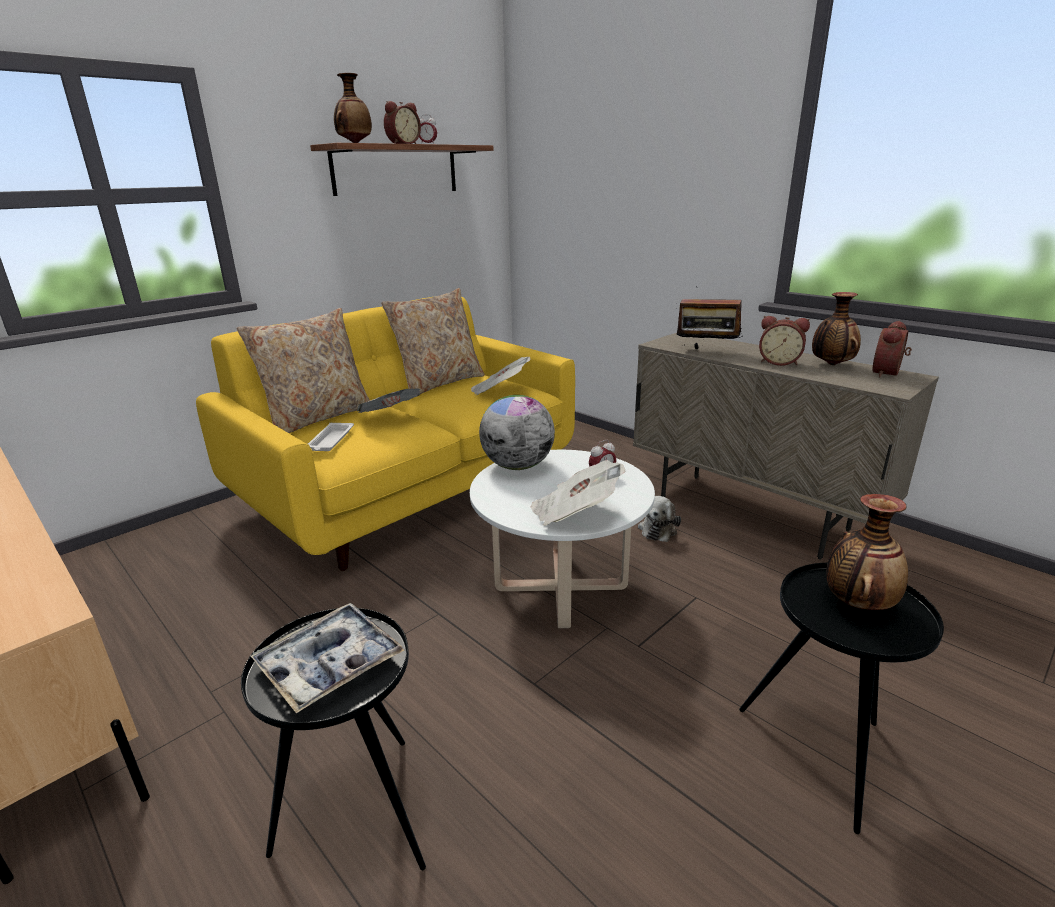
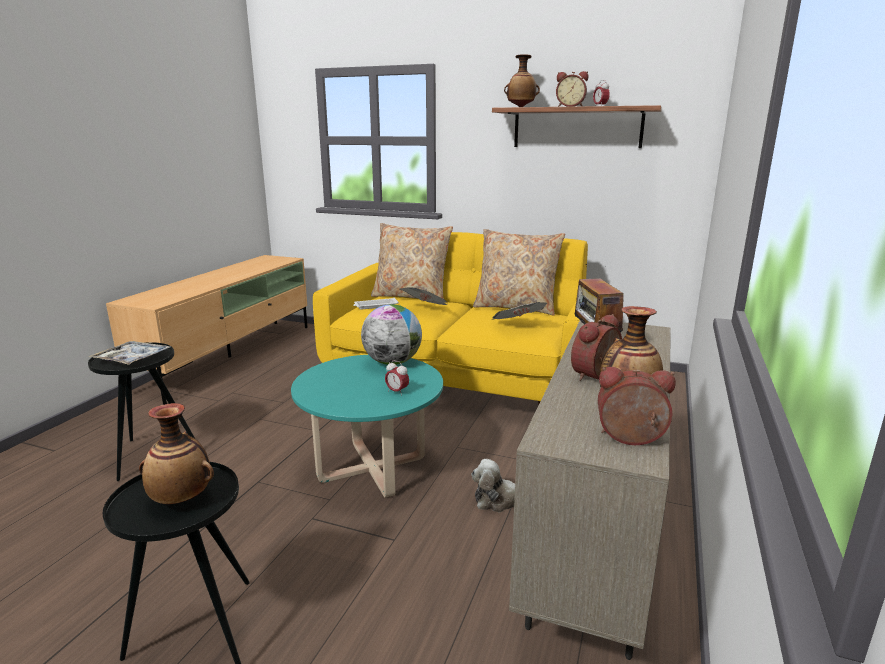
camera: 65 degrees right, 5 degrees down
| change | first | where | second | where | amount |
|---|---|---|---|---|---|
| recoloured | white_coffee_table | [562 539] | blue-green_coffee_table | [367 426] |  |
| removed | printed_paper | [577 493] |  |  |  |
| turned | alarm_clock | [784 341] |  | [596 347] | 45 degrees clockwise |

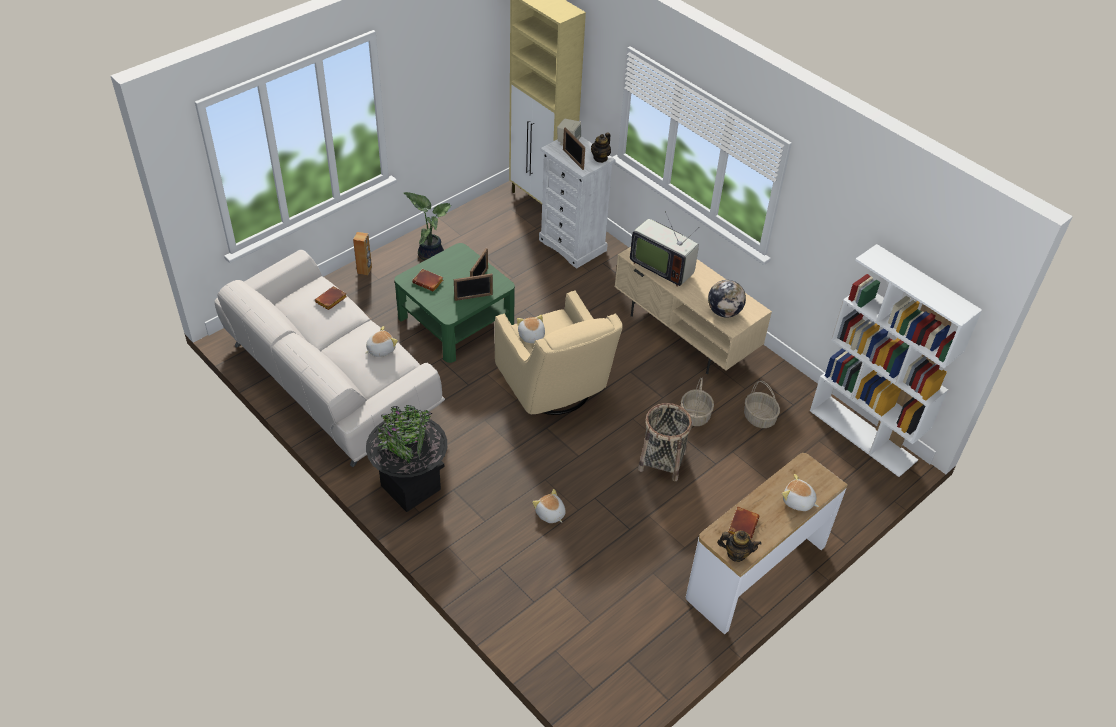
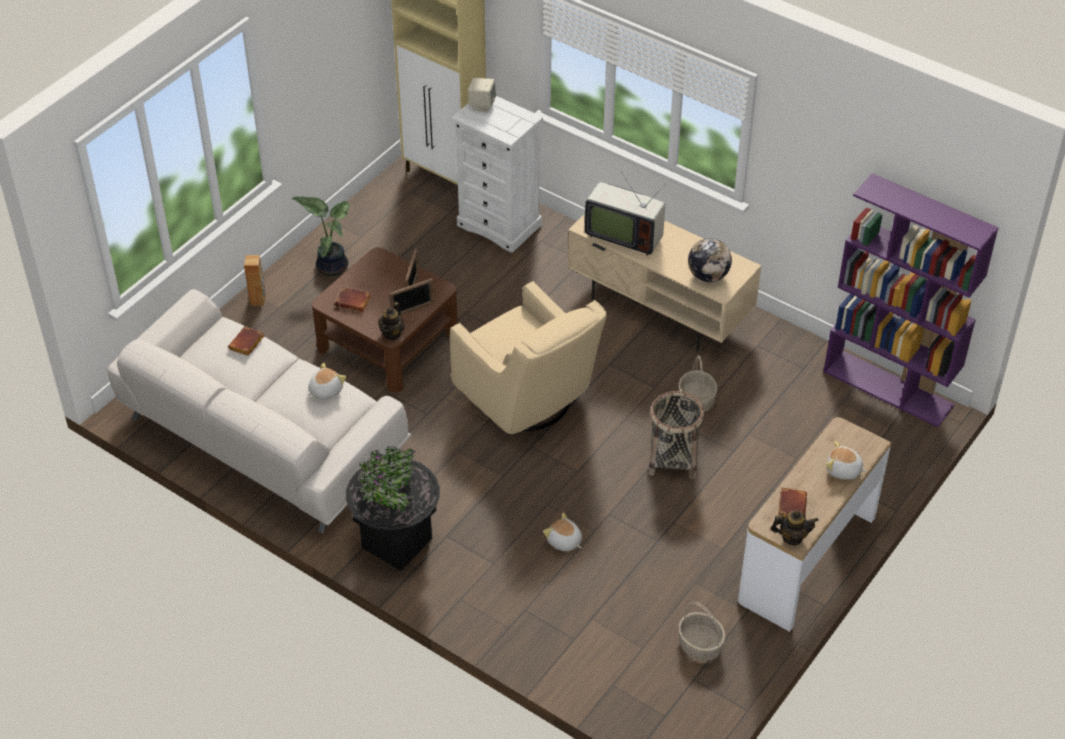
camera: 10 degrees left, 0 degrees up
| change | first | where | second | where | amount |
|---|---|---|---|---|---|
| recoloured | green_coffee_table | [454 303] | brown-coloured_coffee_table | [385 320] |  |
| removed | plush_toy | [531 329] |  |  |  |
| removed | photo_frame | [574 148] |  |  |  |
| moved | tea_pot | [601 147] |  | [391 321] |  |
| moved | basket | [762 404] |  | [702 631] |  |
| recoloured | white_bookshelf | [896 360] | purple_bookshelf | [911 300] |  |

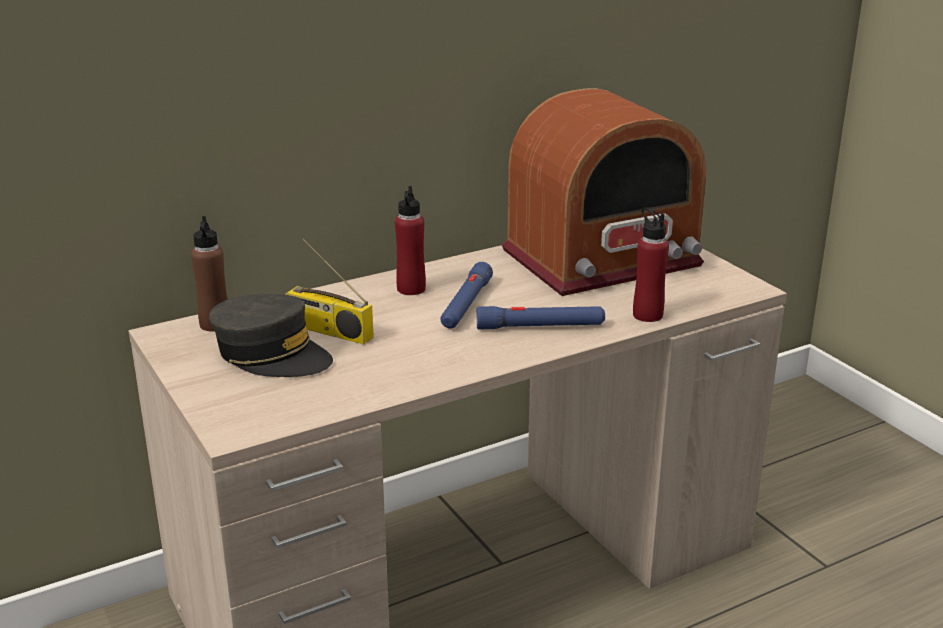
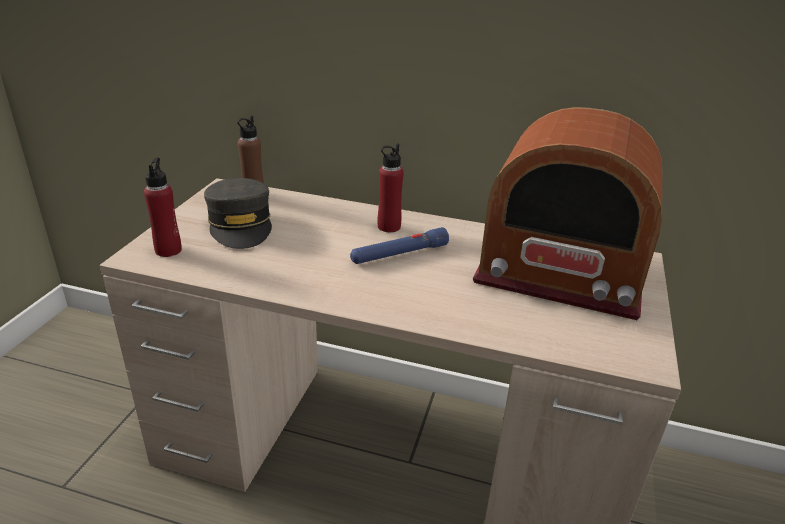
camera: 45 degrees right, 5 degrees up
| change | first | where | second | where | amount |
|---|---|---|---|---|---|
| removed | radio | [329 292] |  |  |  |
| removed | blue_hand_torch | [540 317] |  |  |  |
| moved | red_beverage_bottle | [651 264] |  | [163 207] |  |

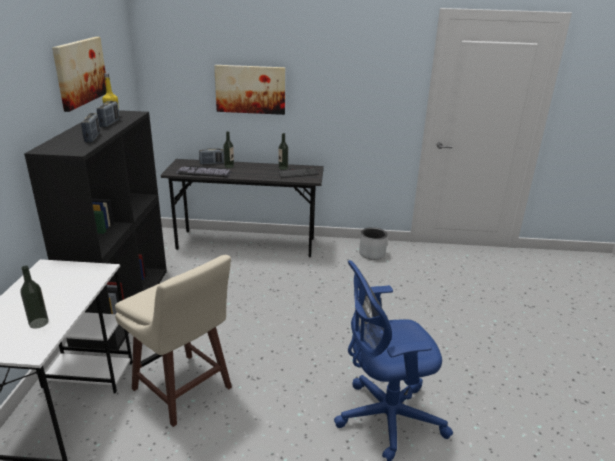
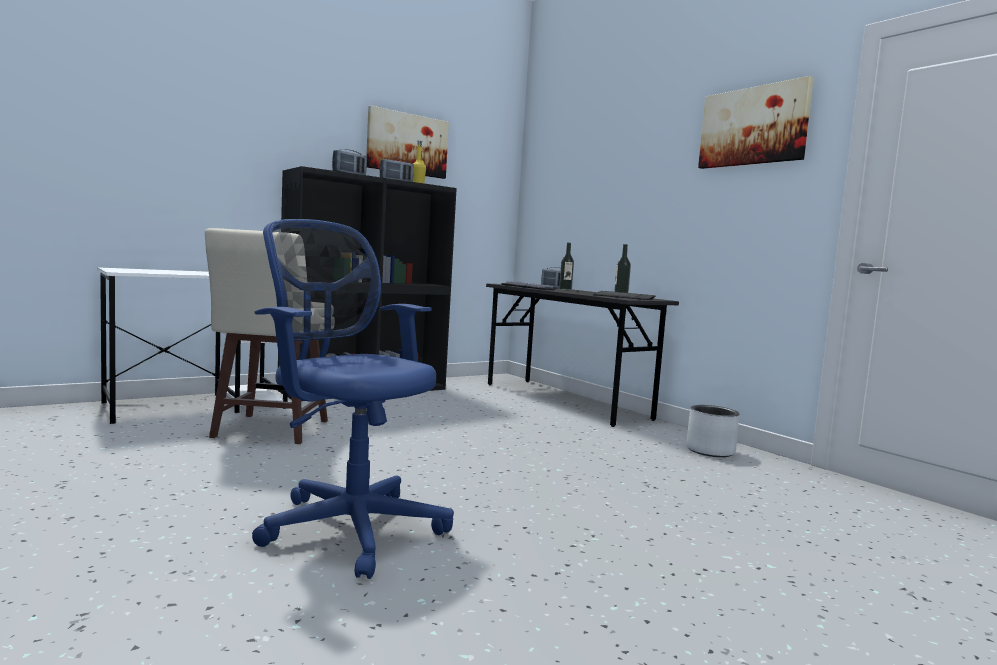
camera: 50 degrees right, 20 degrees down
| change | first | where | second | where | amount |
|---|---|---|---|---|---|
| removed | beverage_bottle | [34 297] |  |  |  |
| moved | wall_picture | [249 90] |  | [756 122] |  |

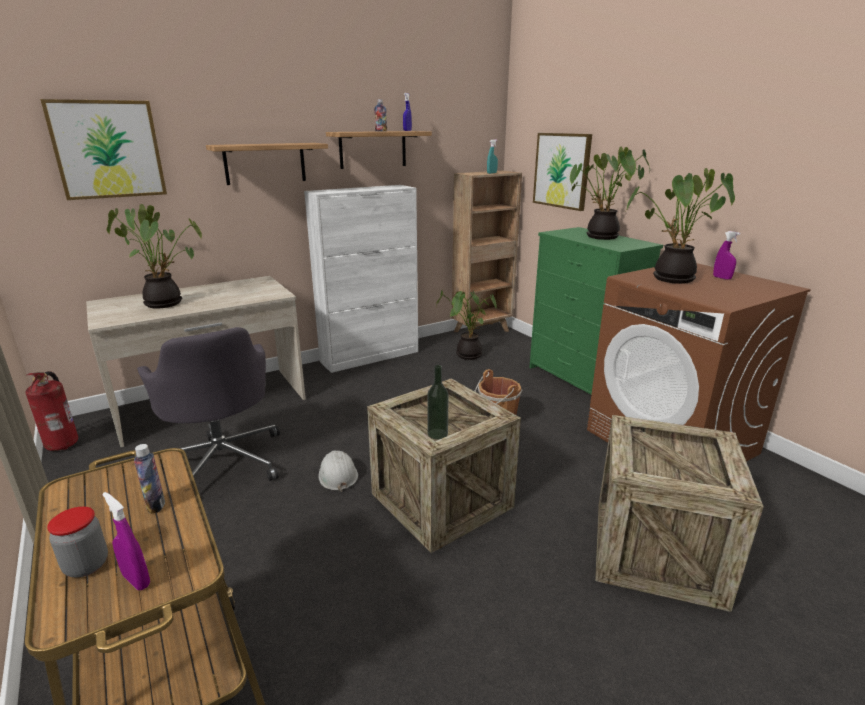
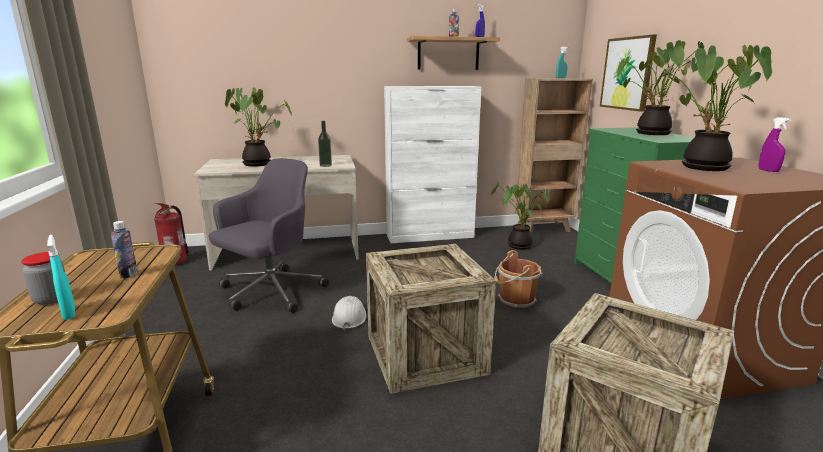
camera: 20 degrees right, 5 degrees down
| change | first | where | second | where | amount |
|---|---|---|---|---|---|
| removed | wall_picture | [103 149] |  |  |  |
| recoloured | purple_spray_bottle | [126 541] | blue-green_spray_bottle | [61 277] |  |
| turned | grey_computer_chair | [208 404] |  | [269 235] | 135 degrees counterclockwise |
| removed | wall_shelf | [267 164] |  |  |  |
| moved | beverage_bottle | [438 402] |  | [325 144] |  |

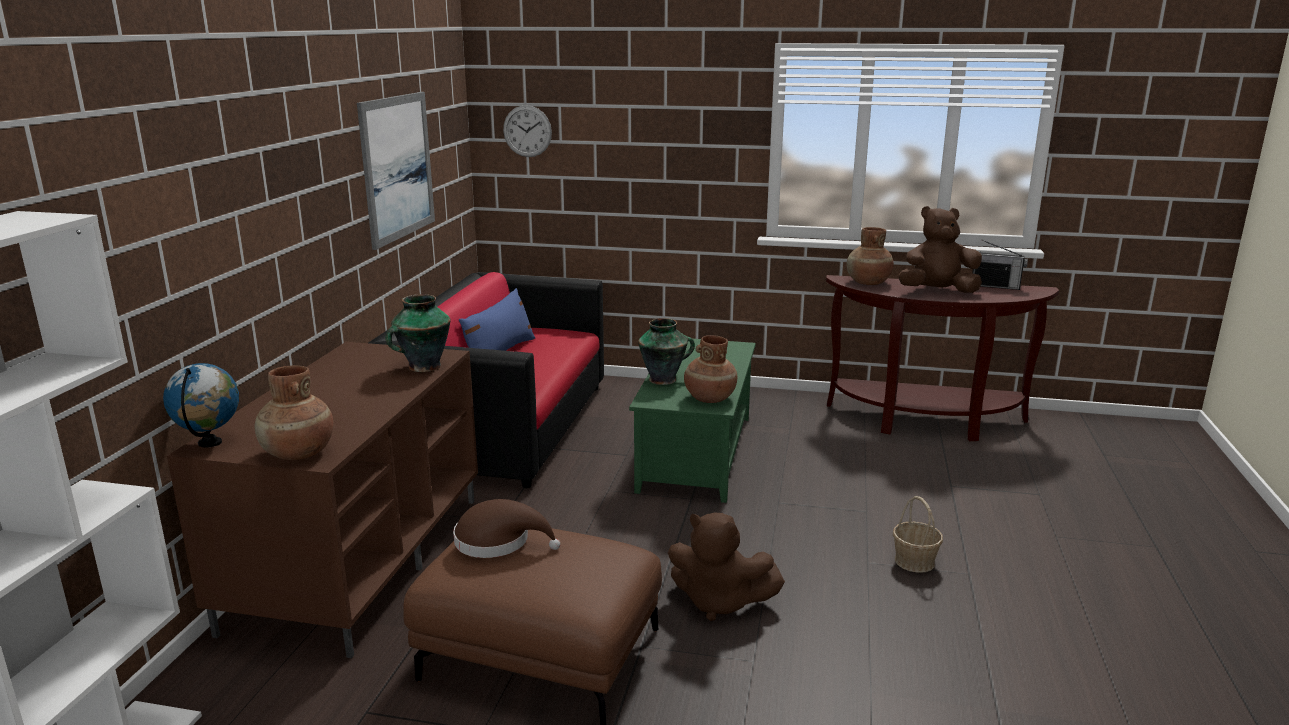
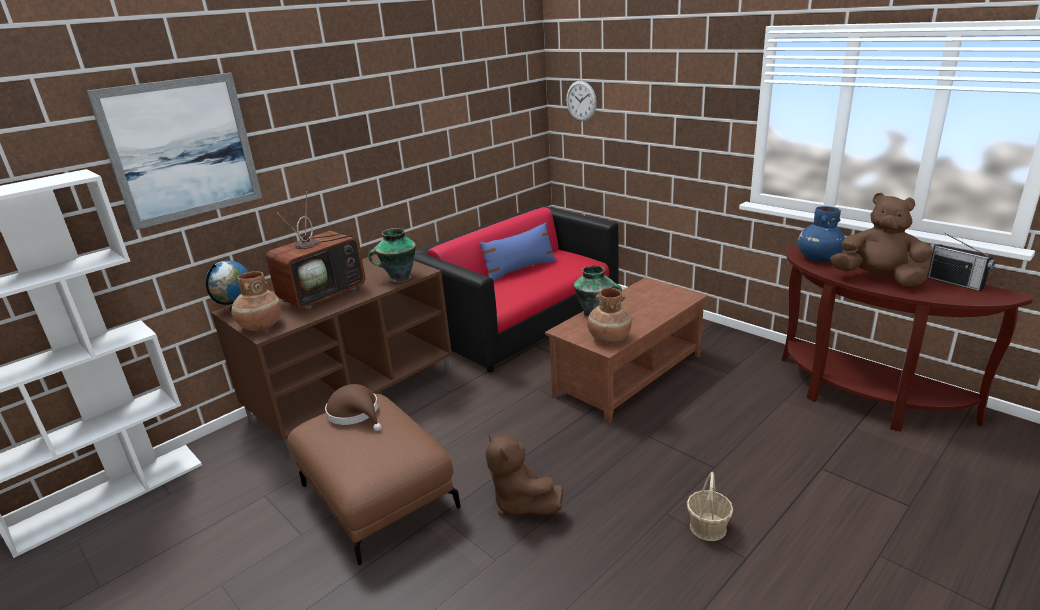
camera: 35 degrees right, 5 degrees up
| change | first | where | second | where | amount |
|---|---|---|---|---|---|
| moved | wall_picture | [396 171] |  | [174 151] |  |
| recoloured | green_coffee_table | [692 421] | brown-coloured_coffee_table | [626 350] |  |
| recoloured | brown-coloured_vase | [870 256] | blue_vase | [821 234] |  |
| added |  |  | television | [315 250] |  |

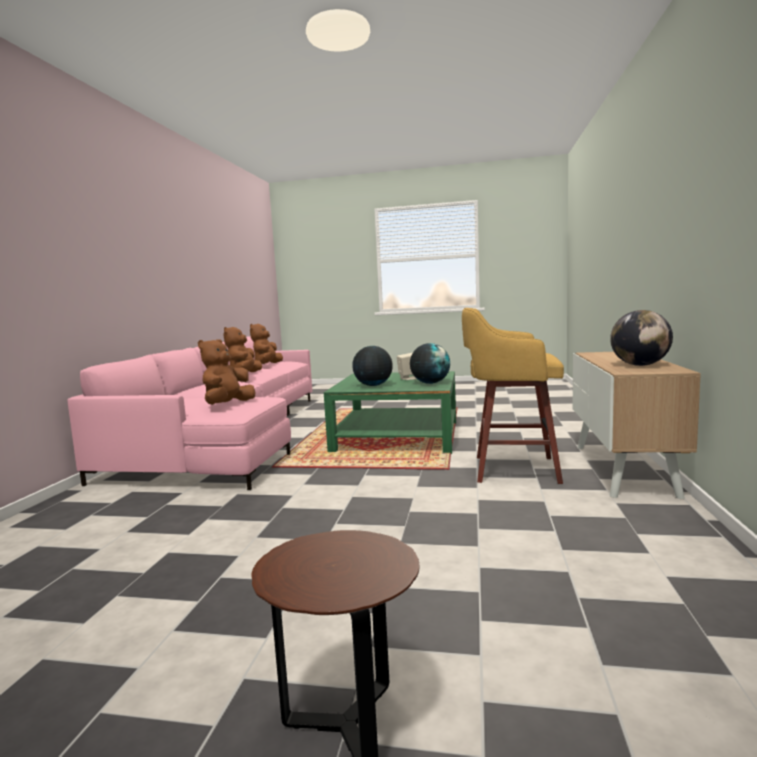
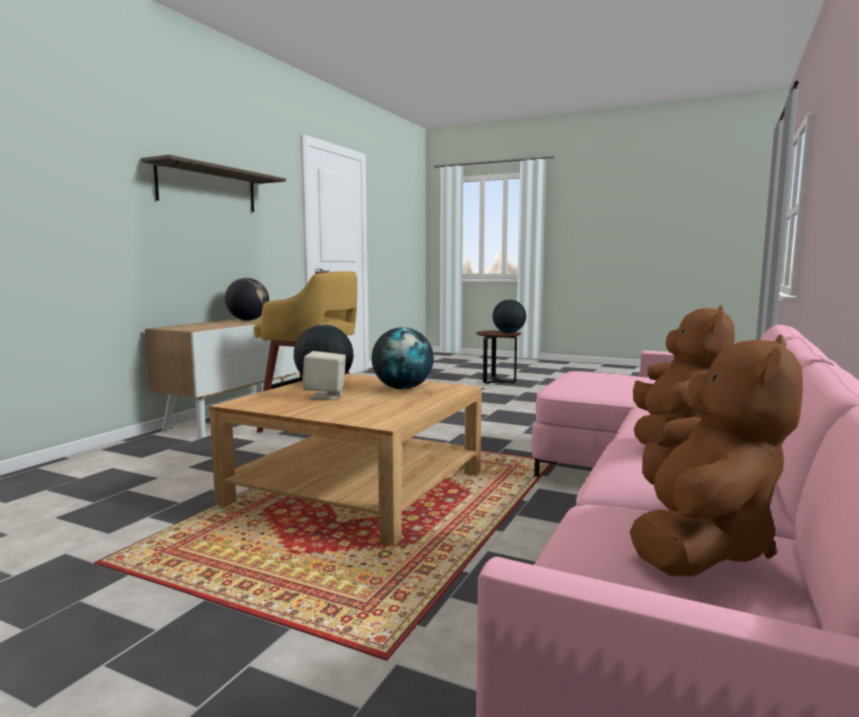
camera: 165 degrees left, 0 degrees up
| change | first | where | second | where | amount |
|---|---|---|---|---|---|
| removed | brown-coloured_plush_toy | [226 372] |  |  |  |
| recoloured | green_coffee_table | [390 412] | beige-coloured_coffee_table | [345 460] |  |
| added |  |  | wall_shelf | [213 183] |  |
| added |  |  | globe | [509 316] |  |

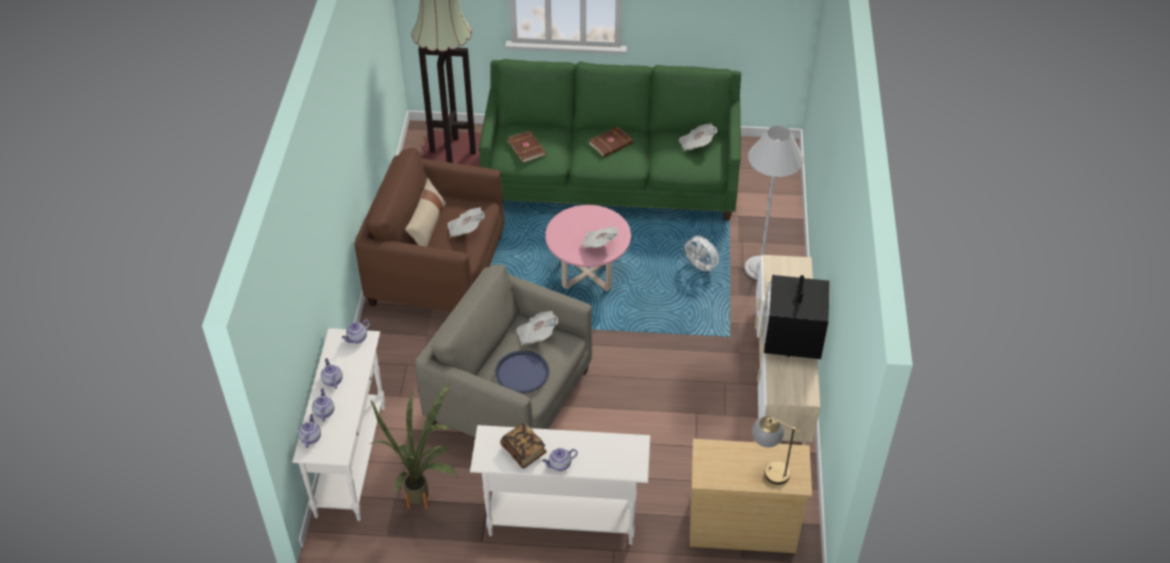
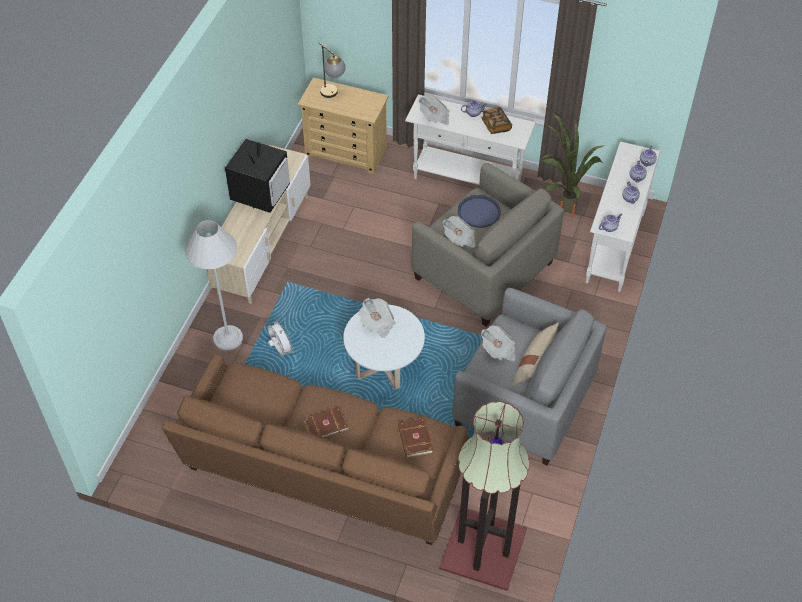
camera: 165 degrees left, 5 degrees up
| change | first | where | second | where | amount |
|---|---|---|---|---|---|
| recoloured | brown-coloured_armchair | [429 229] | grey_armchair | [529 377] |  |
| recoloured | green_sofa | [610 139] | brown-coloured_sofa | [315 449] |  |
| recoloured | pinkish_coffee_table | [588 248] | white_coffee_table | [384 347] |  |
| moved | printed_paper | [698 137] |  | [434 110] |  |

